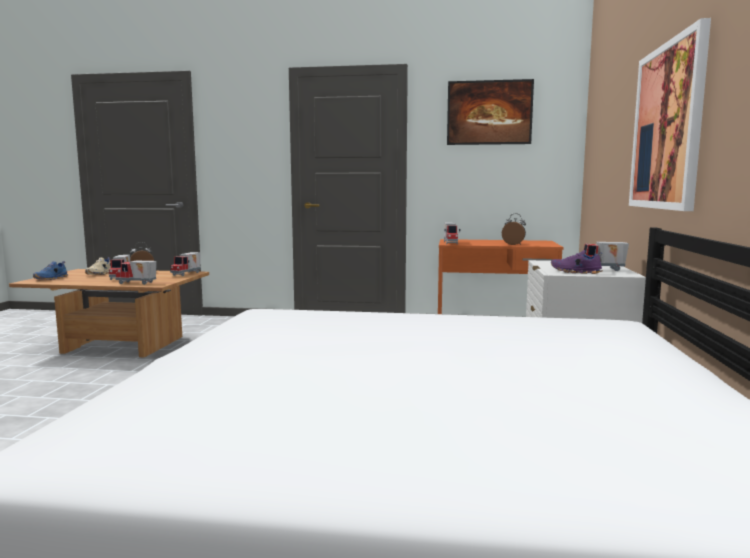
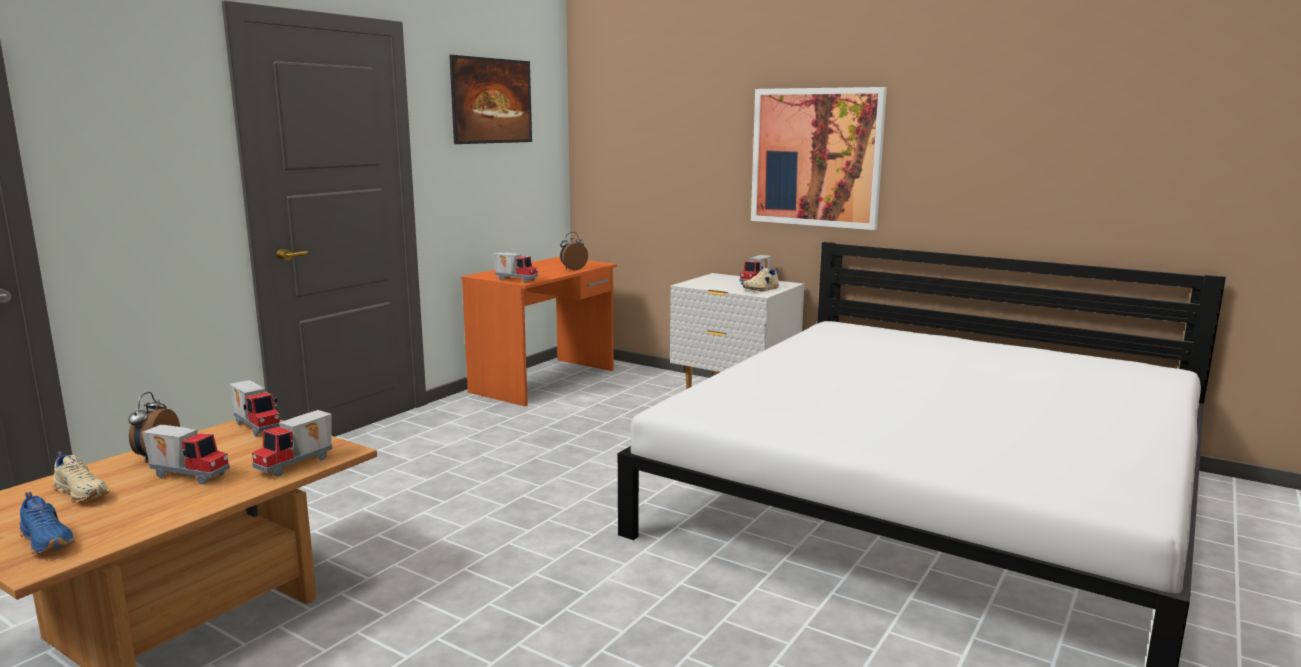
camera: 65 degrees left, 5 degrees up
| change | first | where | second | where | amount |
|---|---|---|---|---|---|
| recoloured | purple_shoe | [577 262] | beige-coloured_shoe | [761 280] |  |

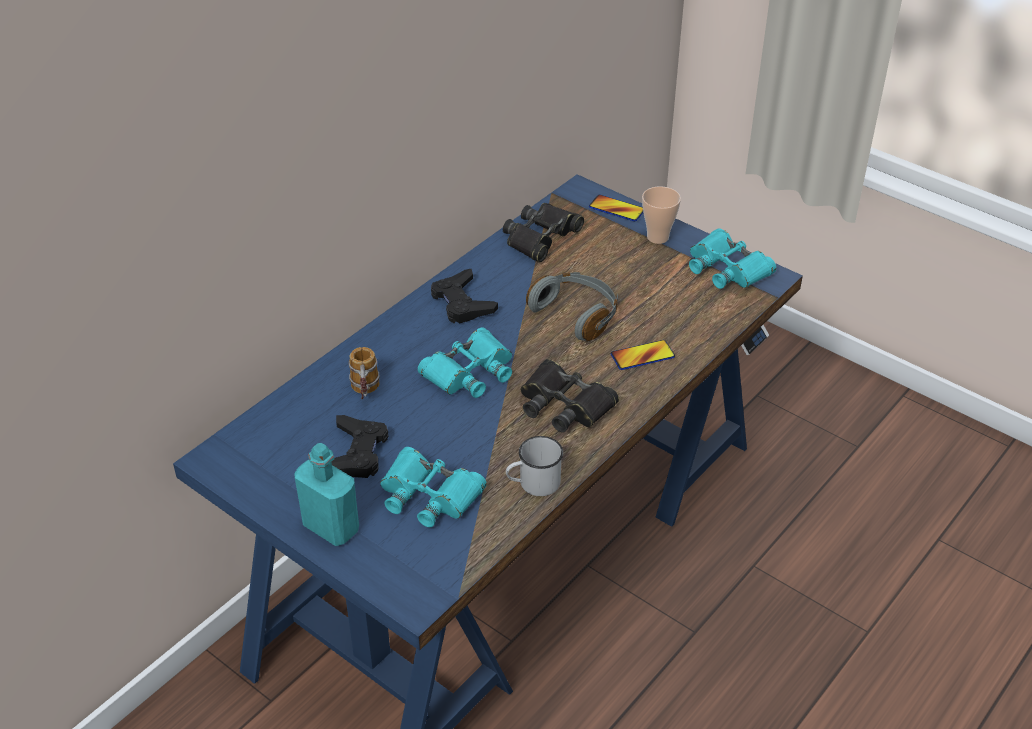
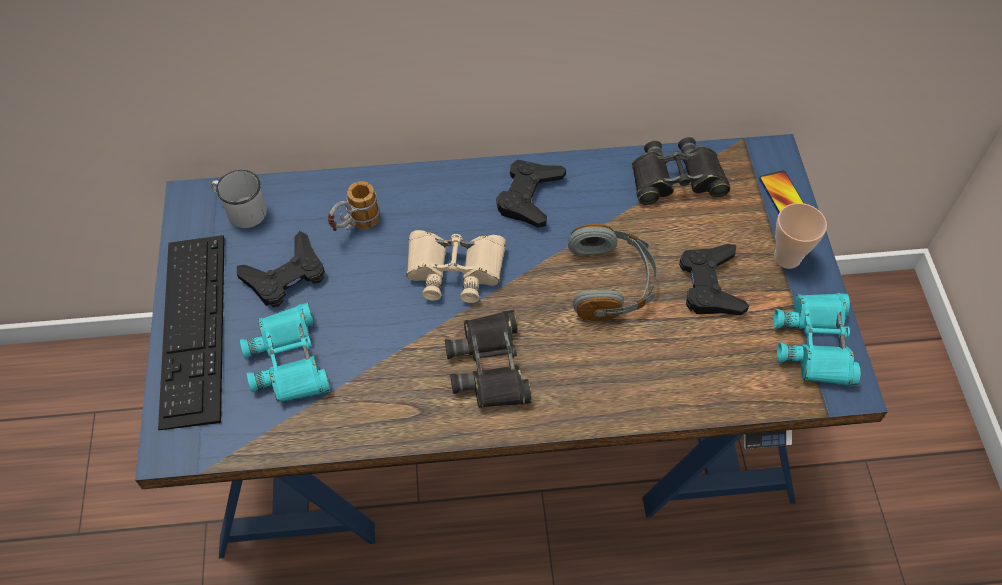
camera: 45 degrees right, 15 degrees up
| change | first | where | second | where | amount |
|---|---|---|---|---|---|
| replaced | blue-green_beverage_bottle | [327 494] | keyboard | [191 332] |  |
| recoloured | blue-green_binoculars | [465 362] | beige-coloured_binoculars | [456 266] |  |
| moved | white_mug | [534 466] |  | [239 199] |  |
| removed | telephone | [643 355] |  |  |  |
| added |  |  | black_gamepad | [714 279] |  |

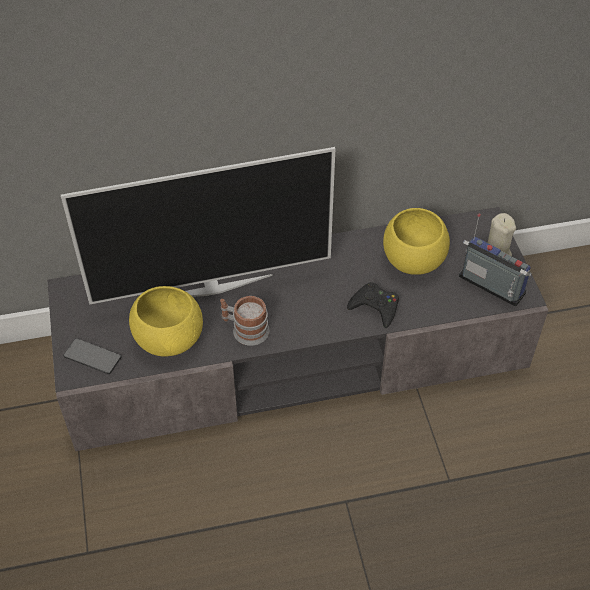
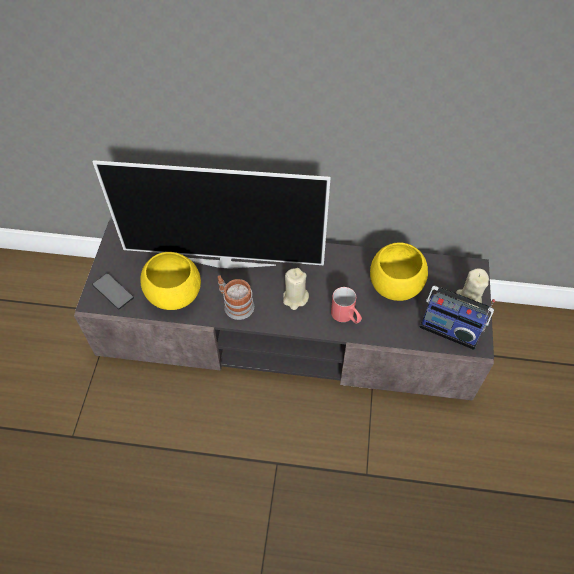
camera: 20 degrees right, 5 degrees up
| change | first | where | second | where | amount |
|---|---|---|---|---|---|
| replaced | black_gamepad | [373 305] | red_mug | [346 305] |  |
| turned | radio | [495 260] |  | [457 317] | 150 degrees clockwise |
| added |  |  | beige-coloured_wax_candle | [296 289] |  |

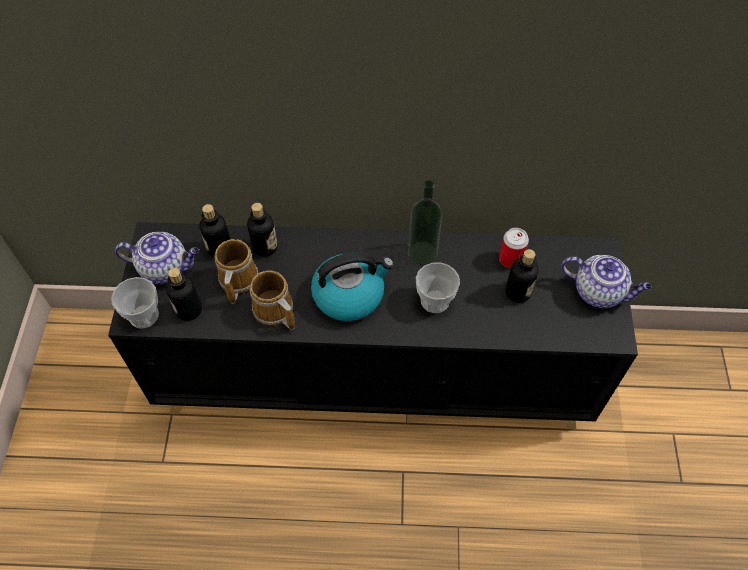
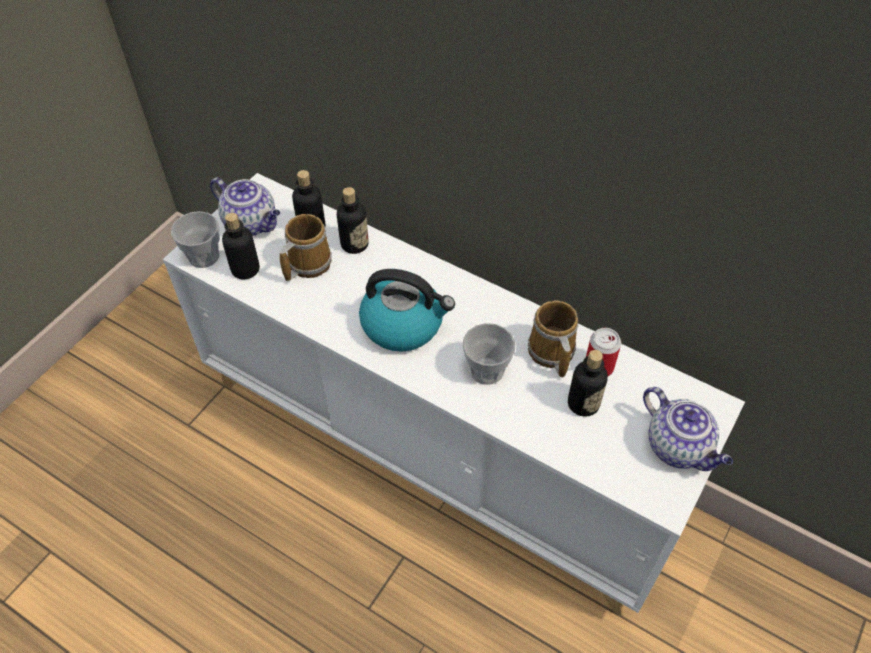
camera: 30 degrees right, 5 degrees down
| change | first | where | second | where | amount |
|---|---|---|---|---|---|
| recoloured | black_cabinet | [373 325] | white_cabinet | [454 394] |  |
| moved | mug | [272 300] |  | [553 338] |  |
| removed | beverage_bottle | [425 222] |  |  |  |

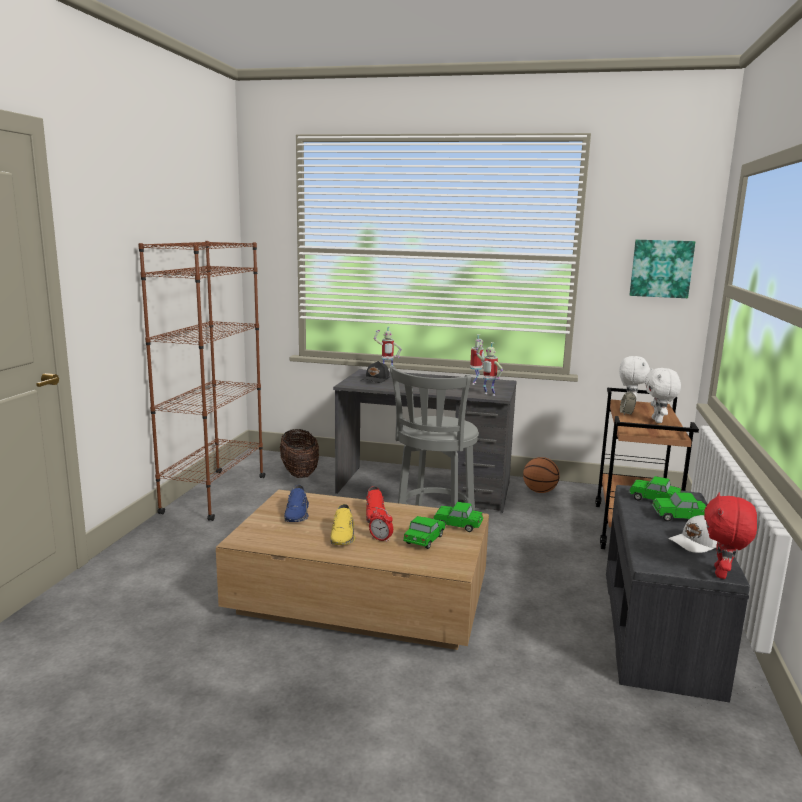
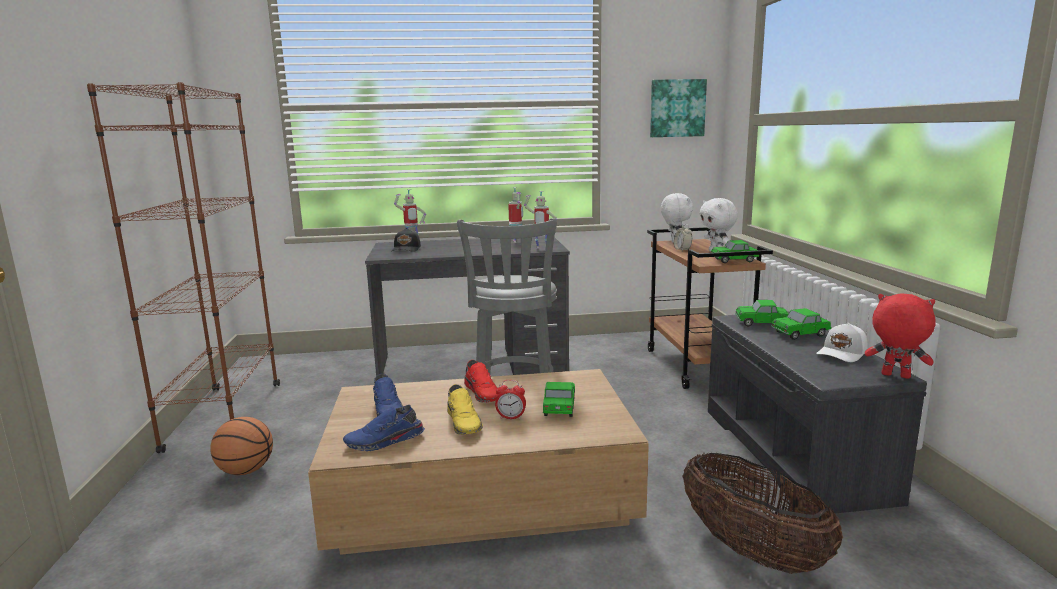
camera: 20 degrees left, 0 degrees up
| change | first | where | second | where | amount |
|---|---|---|---|---|---|
| moved | basket | [299 453] |  | [762 513] |  |
| moved | miniature_car | [458 517] |  | [735 251] |  |
| moved | basketball_ball | [541 475] |  | [241 446] |  |
| turned | red_plush_toy | [730 536] |  | [900 336] | 120 degrees clockwise |
| added |  |  | blue_shoe | [384 428] |  |

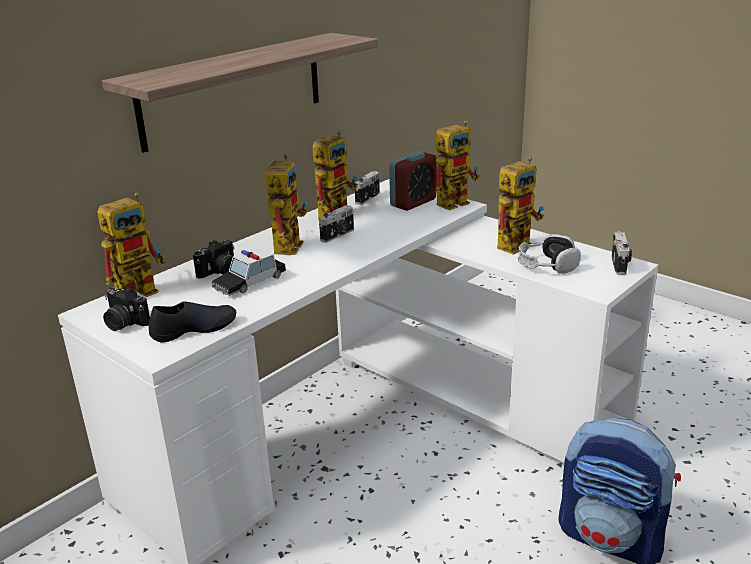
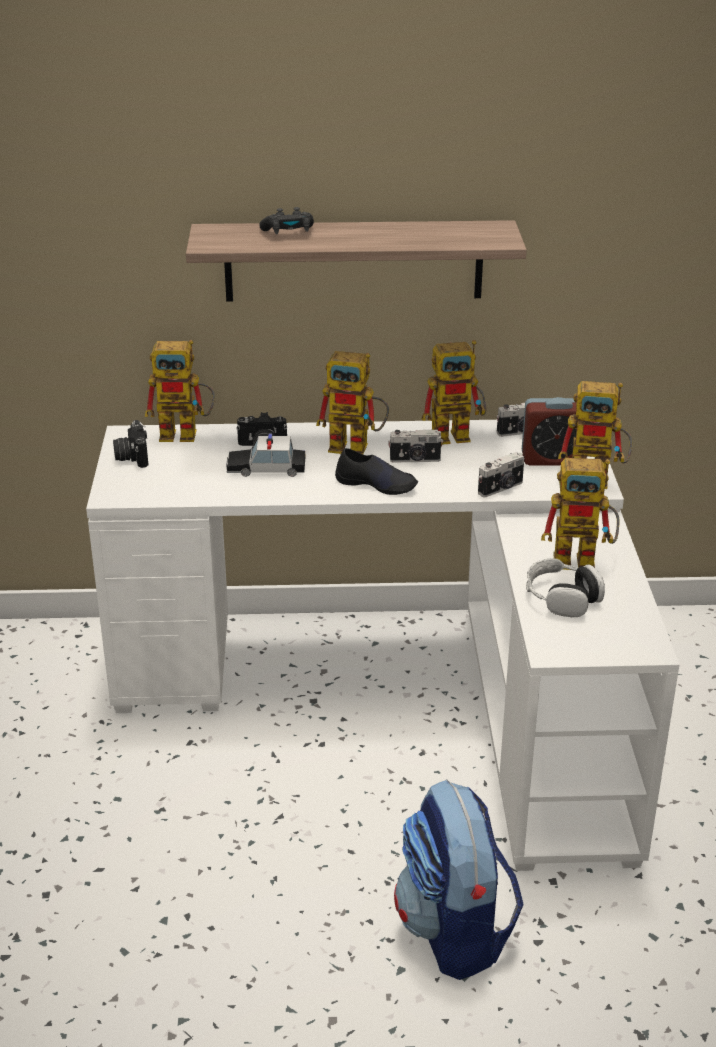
camera: 45 degrees right, 5 degrees up
| change | first | where | second | where | amount |
|---|---|---|---|---|---|
| moved | black_shoe | [192 321] |  | [376 471] |  |
| turned | toy_robot | [287 204] |  | [352 402] | 45 degrees clockwise |
| moved | still_camera | [622 253] |  | [501 474] |  |
| added |  |  | black_gamepad | [286 220] |  |

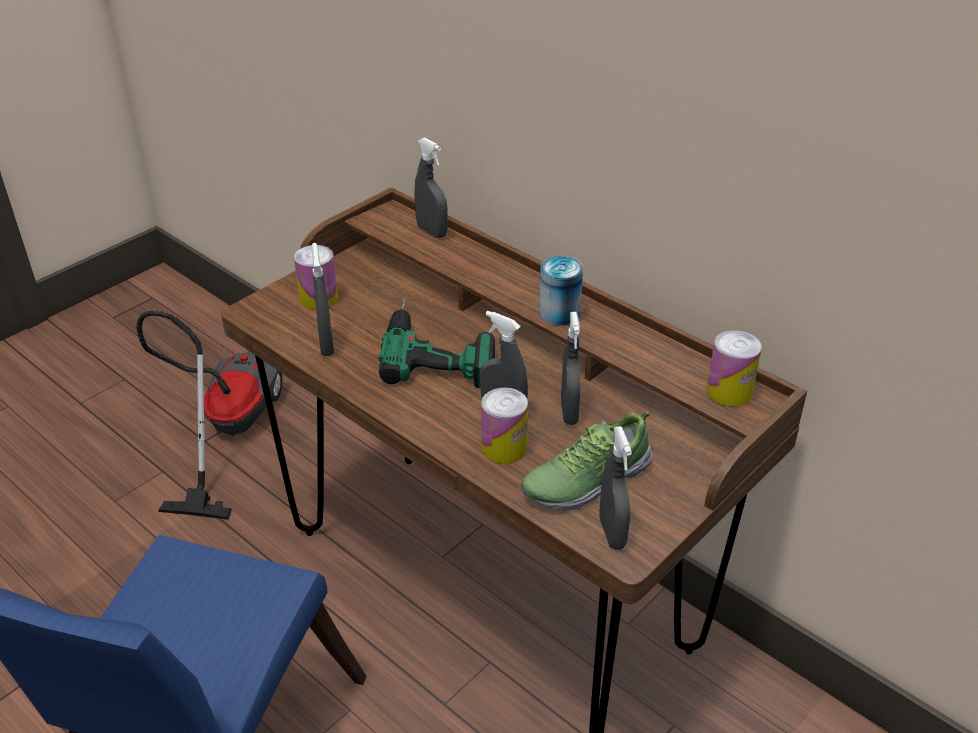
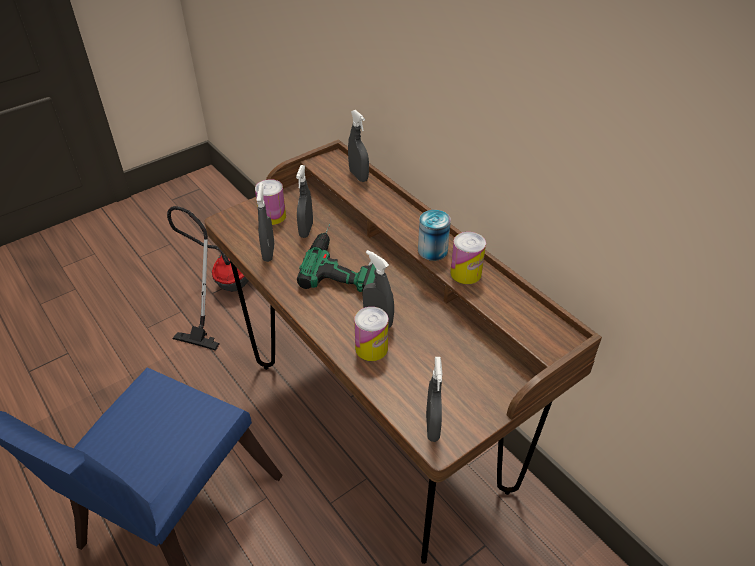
camera: 10 degrees right, 5 degrees up
| change | first | where | second | where | amount |
|---|---|---|---|---|---|
| removed | shoe | [586 461] |  |  |  |
| moved | grey_spray_bottle | [570 368] |  | [304 201] |  |
| moved | metal_can | [734 368] |  | [468 258] |  |

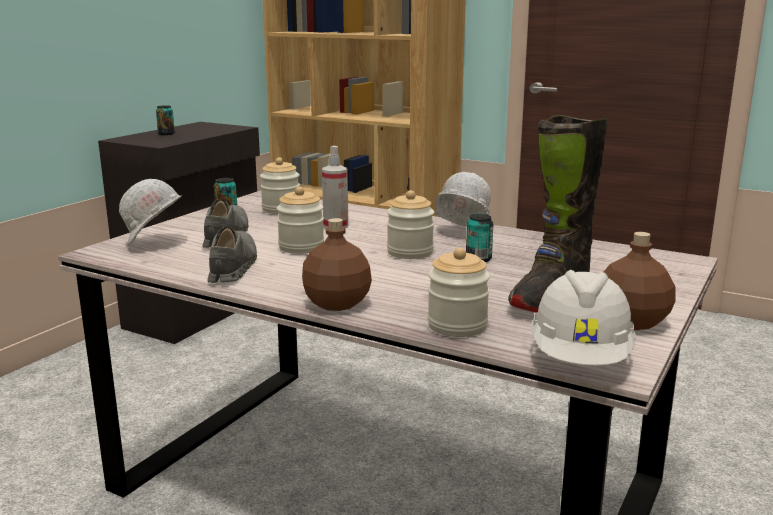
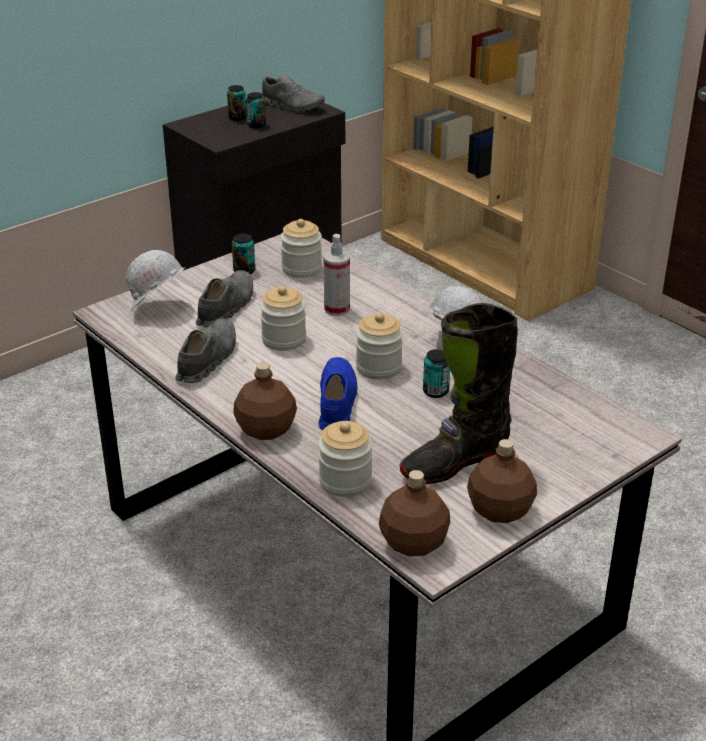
camera: 20 degrees right, 15 degrees up
| change | first | where | second | where | amount |
|---|---|---|---|---|---|
| replaced | white_work_helmet | [583 317] | brown-coloured_beverage_bottle | [414 513] |  |
| added |  |  | metal_can | [256 110] |  |
| added |  |  | grey_shoe | [293 93] |  |
| added |  |  | blue_shoe | [338 393] |  |

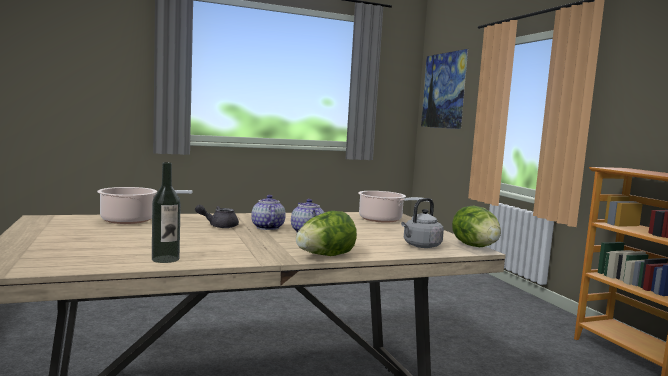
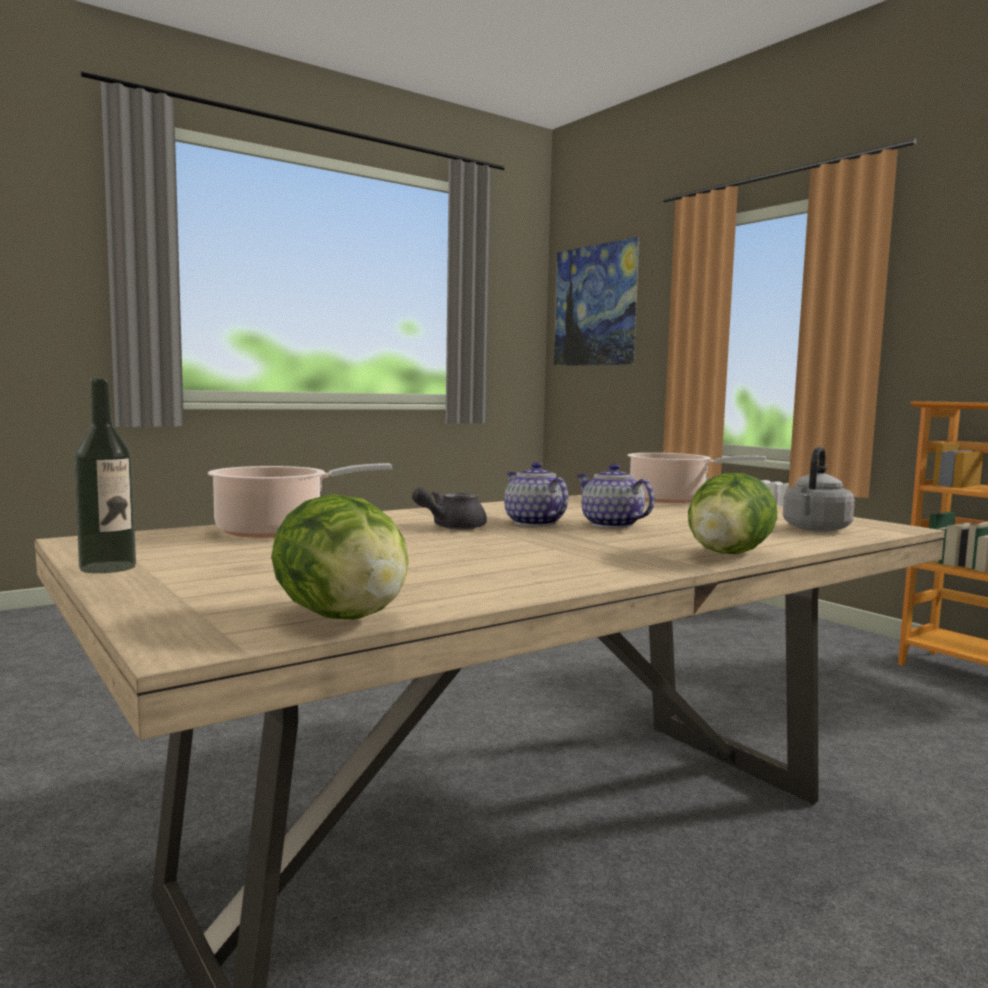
camera: 15 degrees left, 0 degrees up
| change | first | where | second | where | amount |
|---|---|---|---|---|---|
| moved | beverage_bottle | [166 212] |  | [105 476] |  |
| moved | lettuce_head | [476 226] |  | [340 557] |  |

